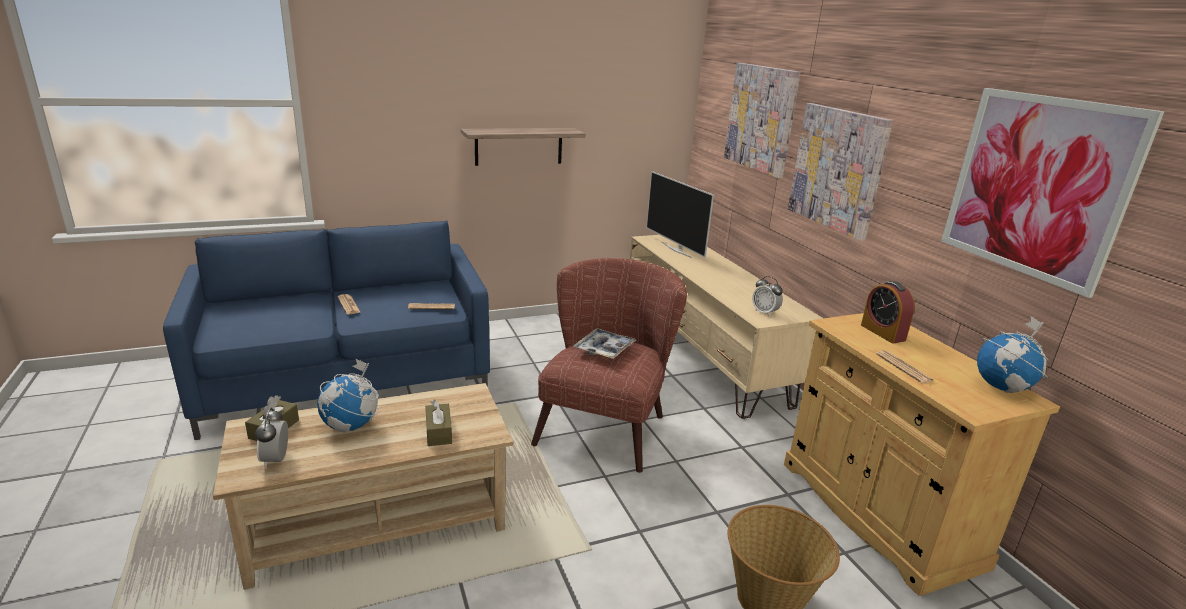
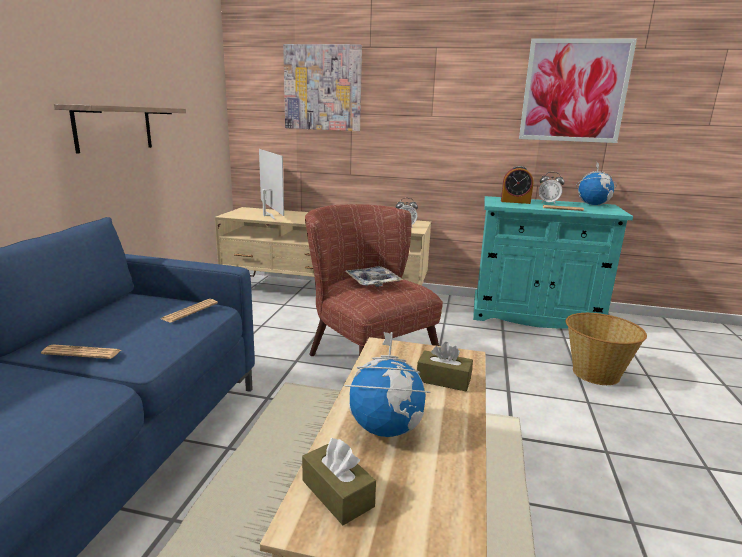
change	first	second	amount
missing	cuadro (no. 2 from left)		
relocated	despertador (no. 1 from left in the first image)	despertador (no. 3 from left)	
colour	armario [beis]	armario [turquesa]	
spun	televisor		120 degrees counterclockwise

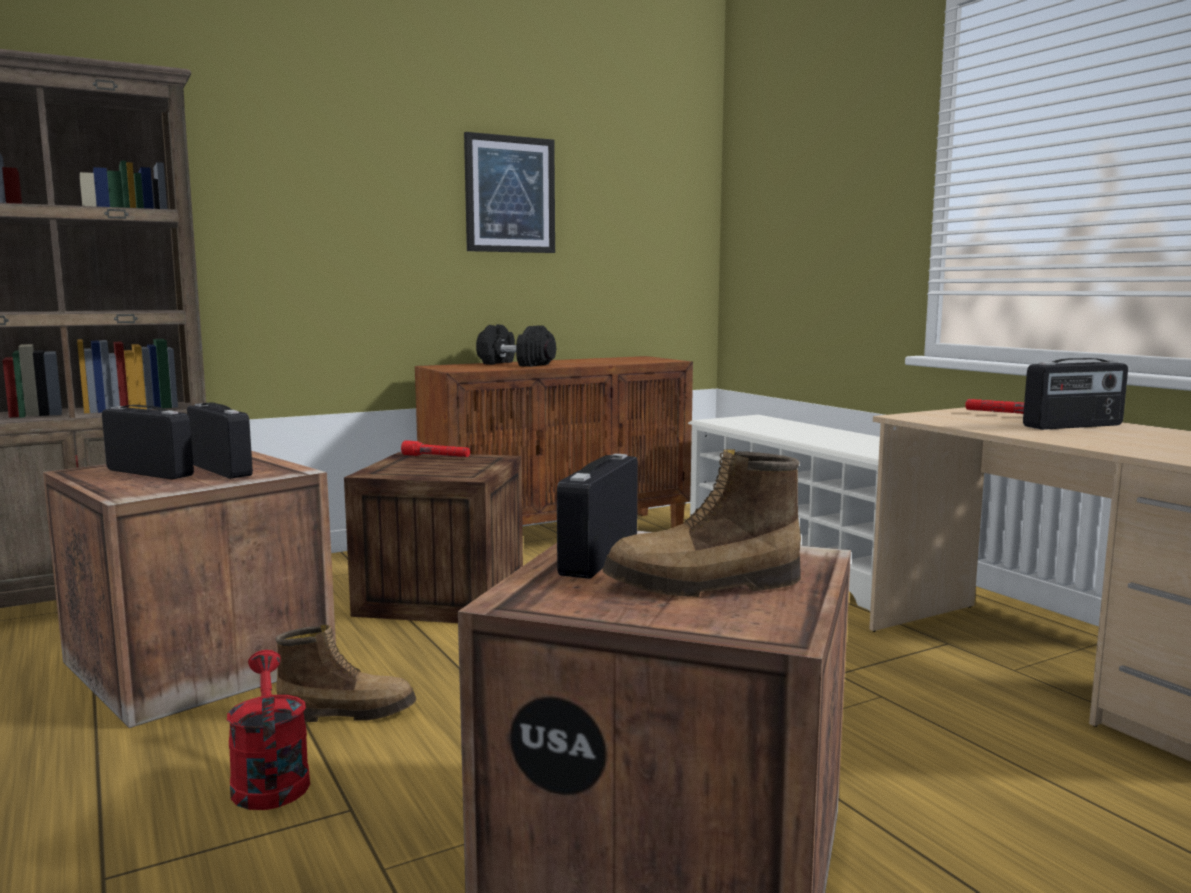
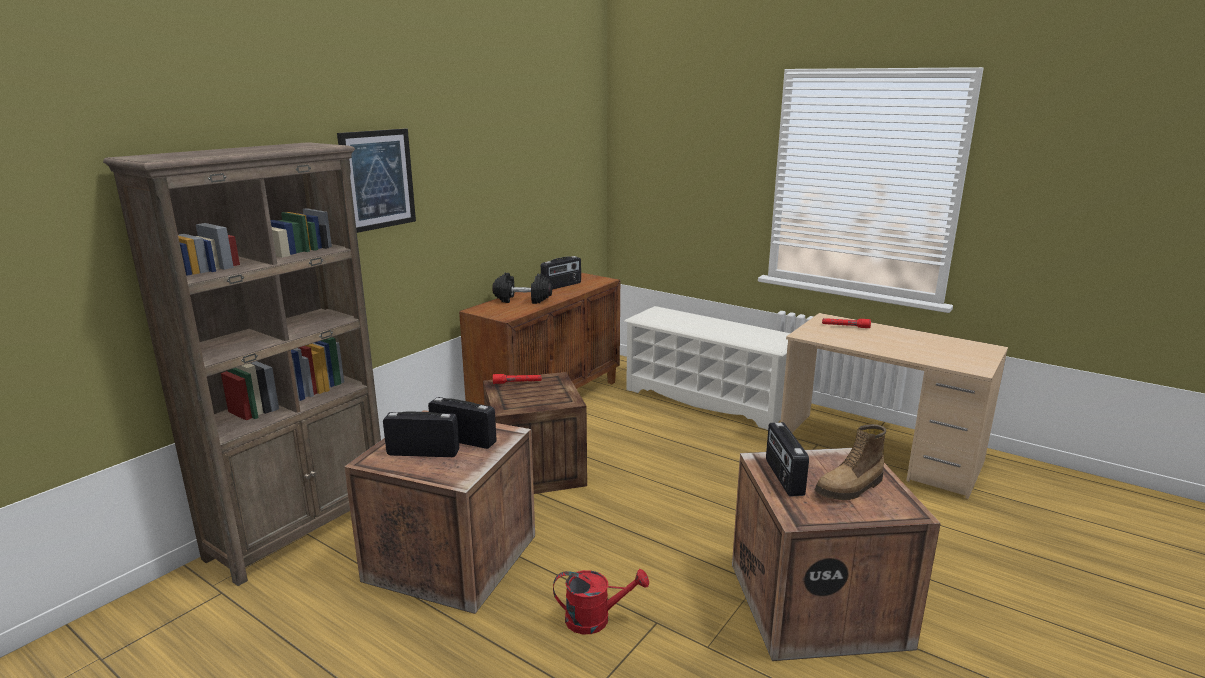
change	first	second	amount
missing	bota (no. 1 from left)		
relocated	cuadro		
relocated	radio (no. 4 from left in the first image)	radio (no. 3 from left)	
spun	regadera [rojo]		135 degrees clockwise

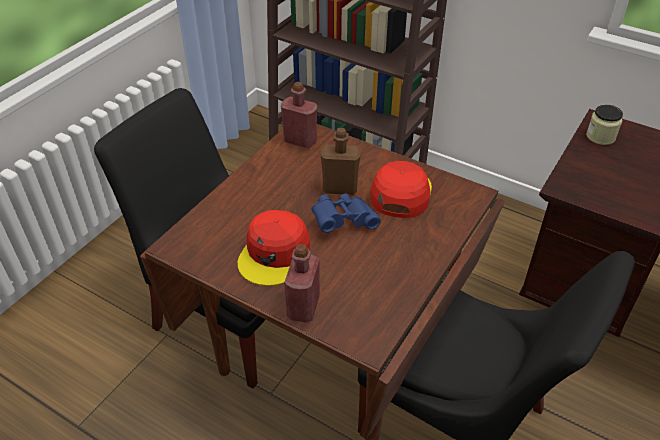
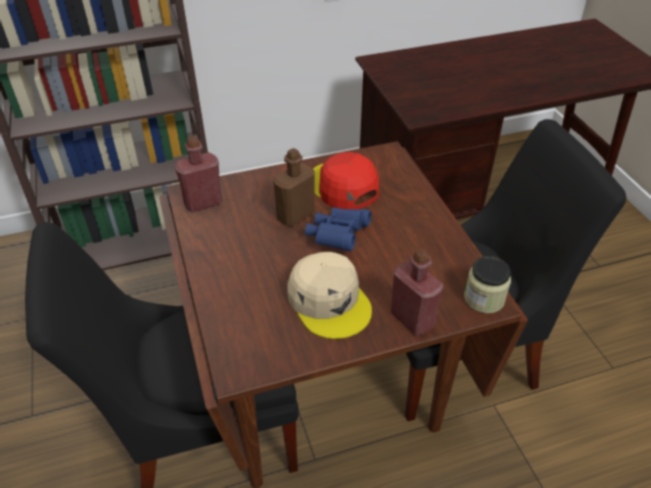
change	first	second	amount
relocated	tarro		
colour	gorra [rojo] (no. 1 from left)	gorra [beis]	

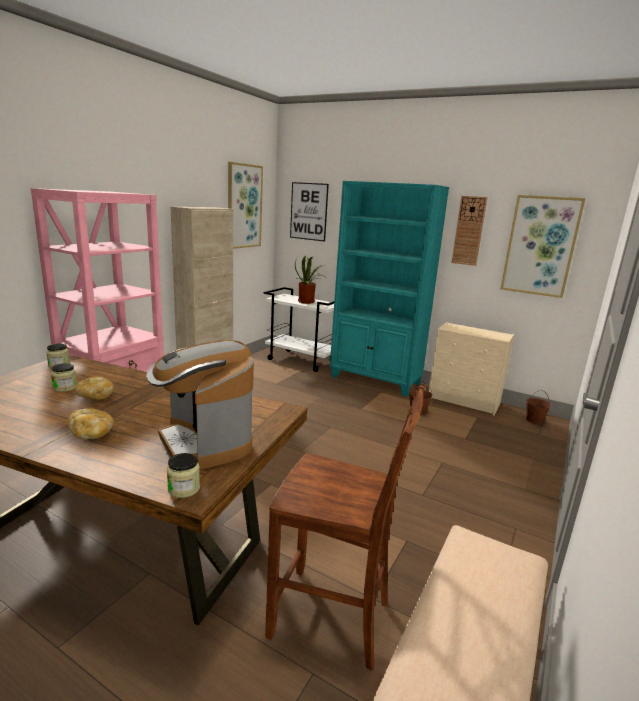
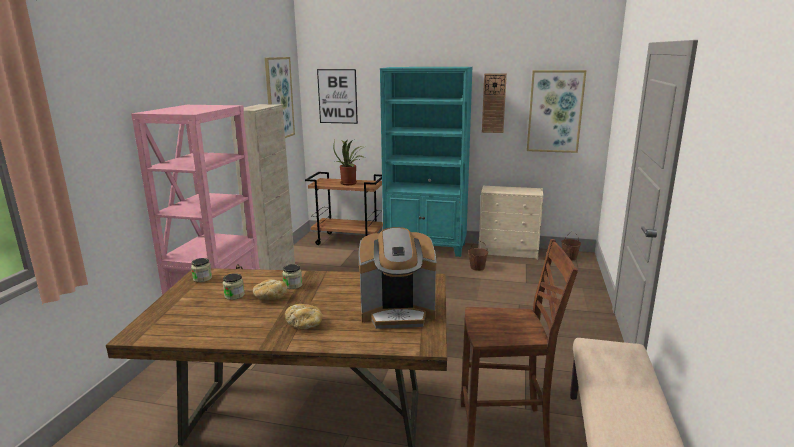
change	first	second	amount
relocated	tarro (no. 3 from left)		
colour	carrito [blanco]	carrito [marrón]	
spun	cafetera		45 degrees counterclockwise

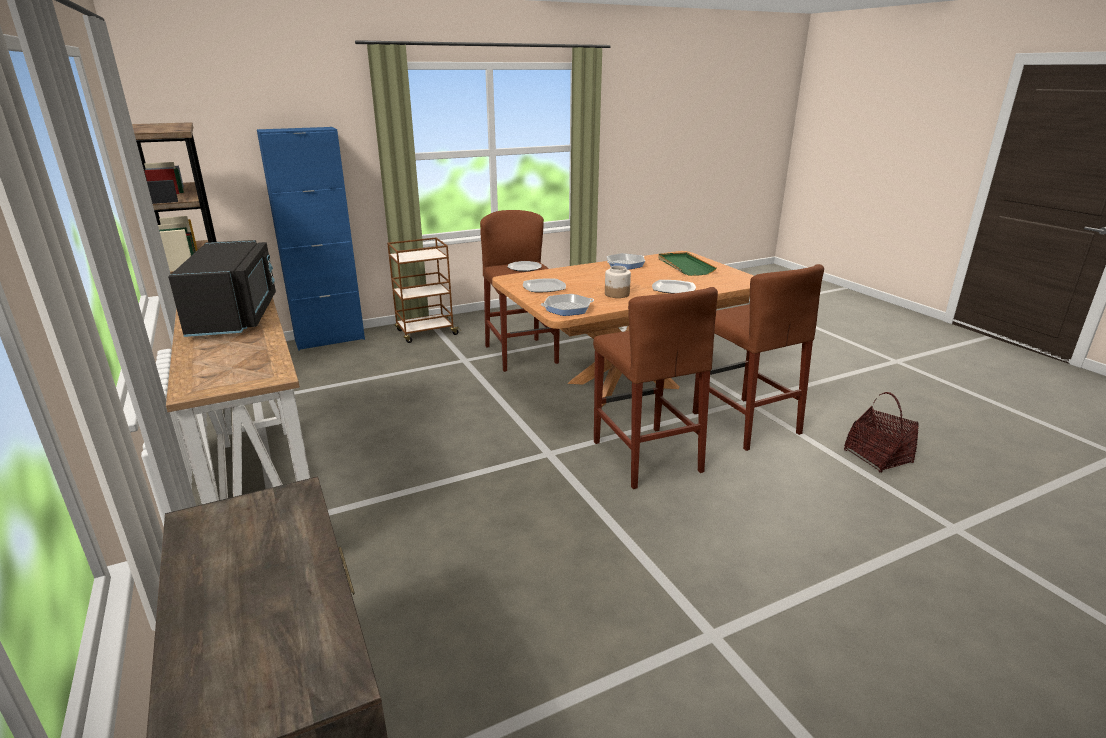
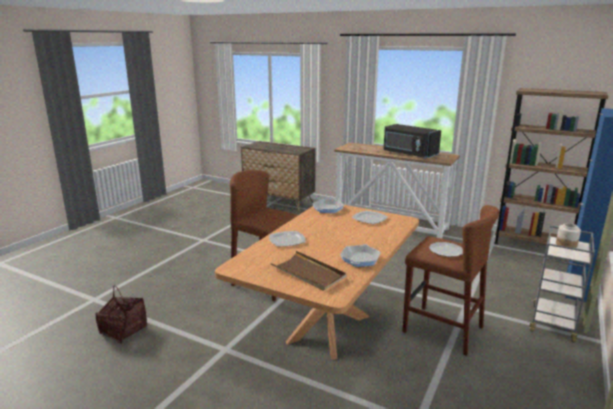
change	first	second	amount
missing	taburete [marrón] (no. 3 from left)		
relocated	tarro		
colour	carrito [marrón]	carrito [gris]	
colour	bandeja [verde]	bandeja [marrón]	

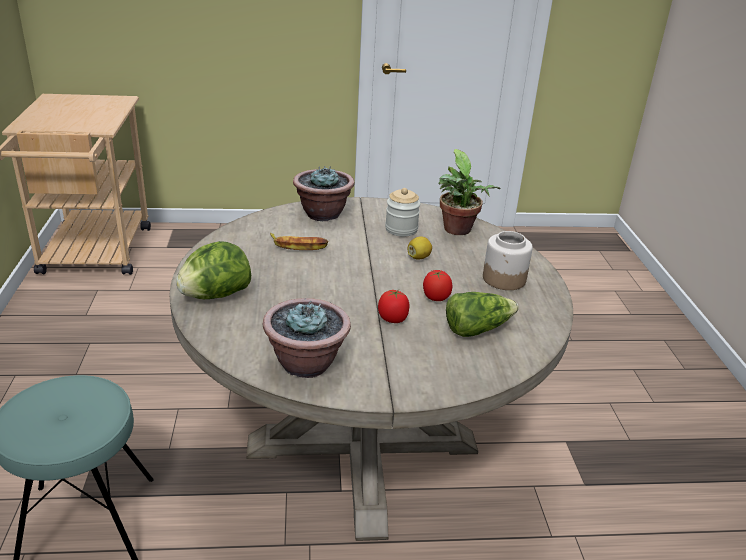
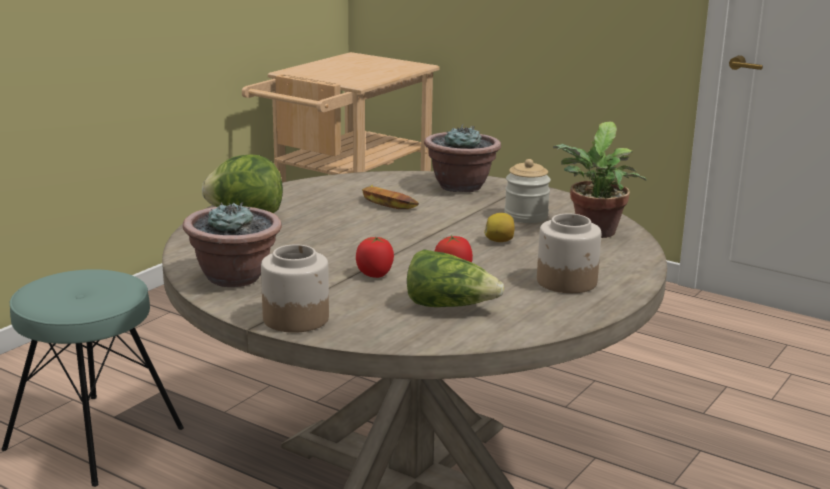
change	first	second	amount
appeared		tarro (no. 1 from left)	

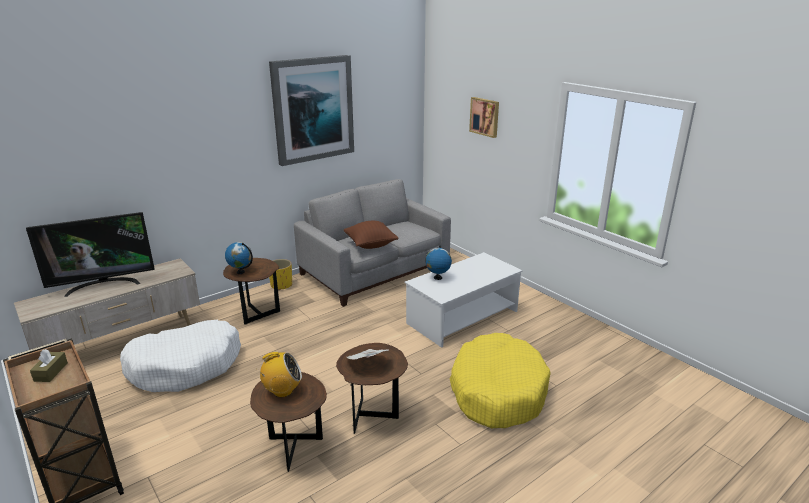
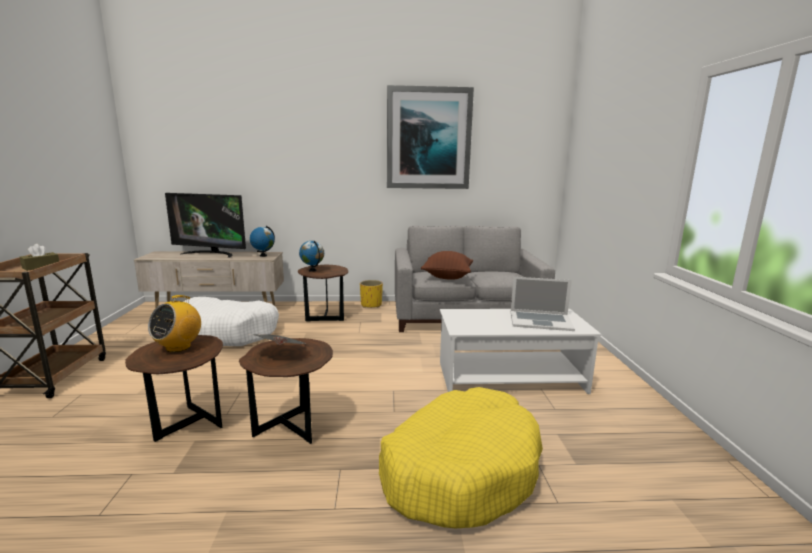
change	first	second	amount
missing	cuadro (no. 2 from left)		
appeared		portátil	
relocated	globo terráqueo (no. 2 from left in the first image)	globo terráqueo (no. 1 from left)	
spun	radio		90 degrees clockwise

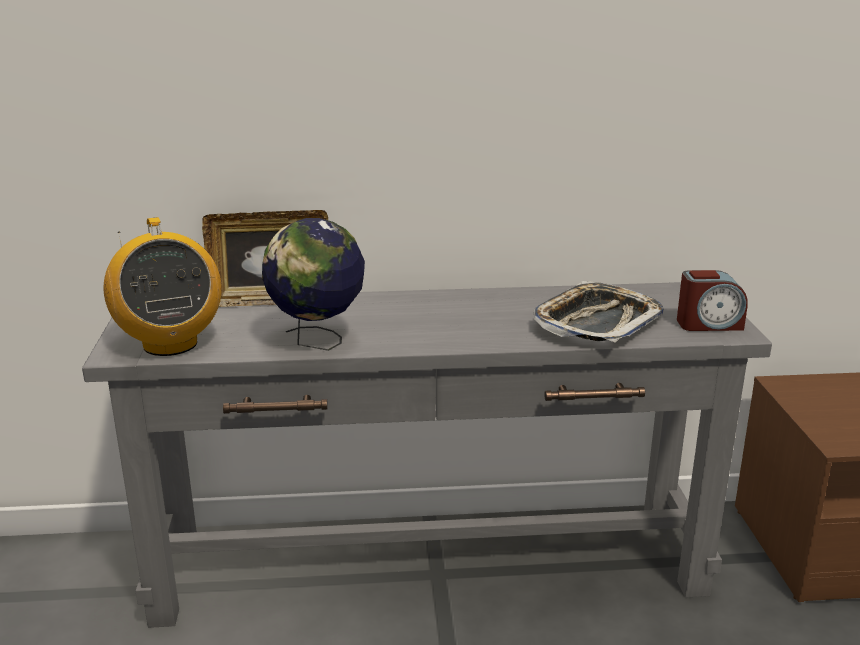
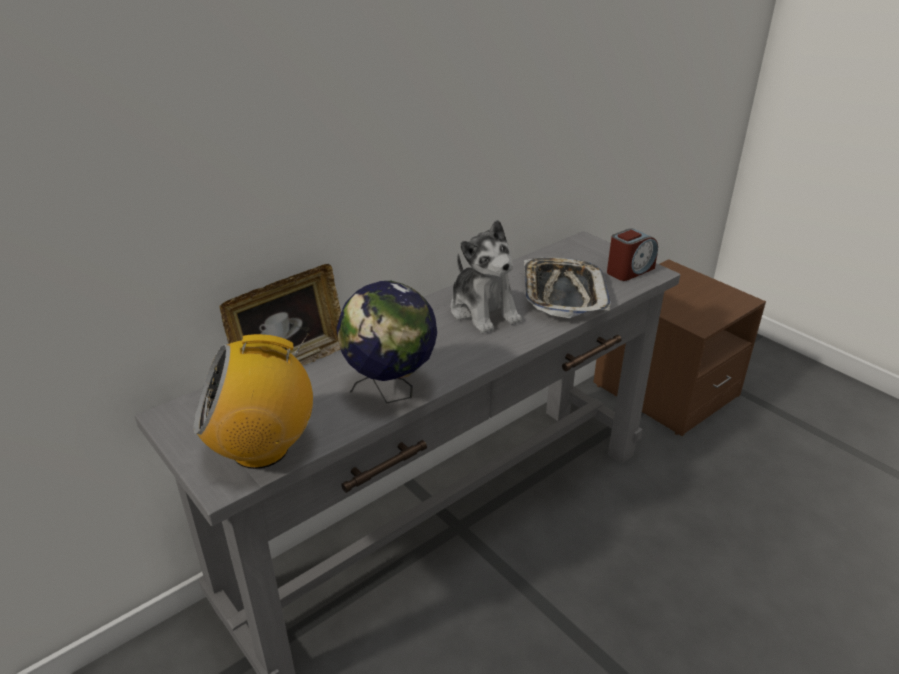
change	first	second	amount
appeared		peluche	
spun	radio		135 degrees clockwise

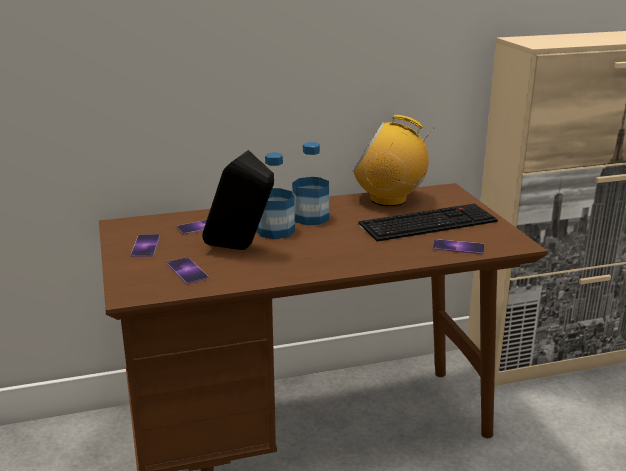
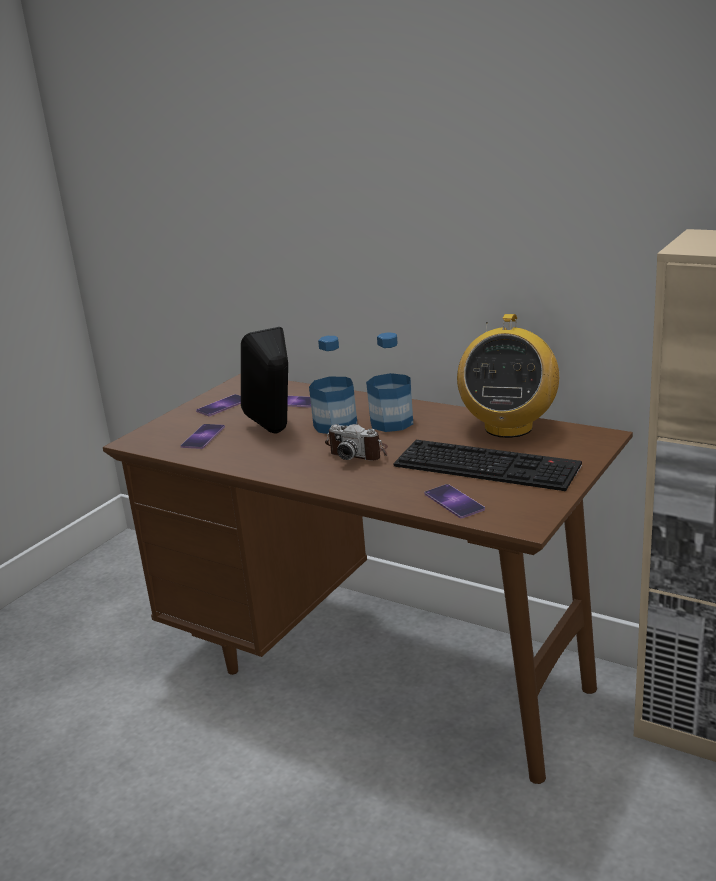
change	first	second	amount
appeared		cámara	
spun	radio		135 degrees counterclockwise

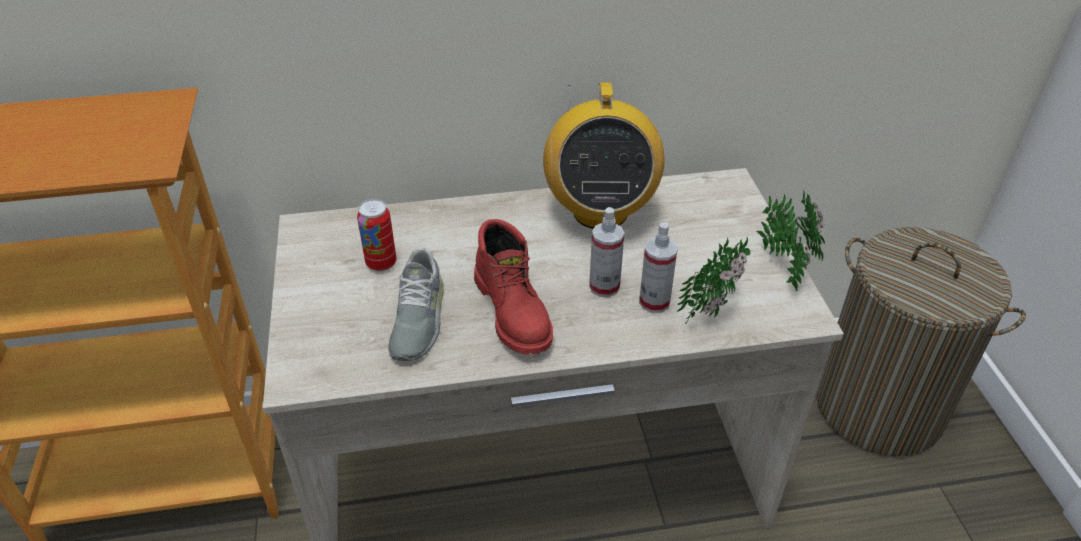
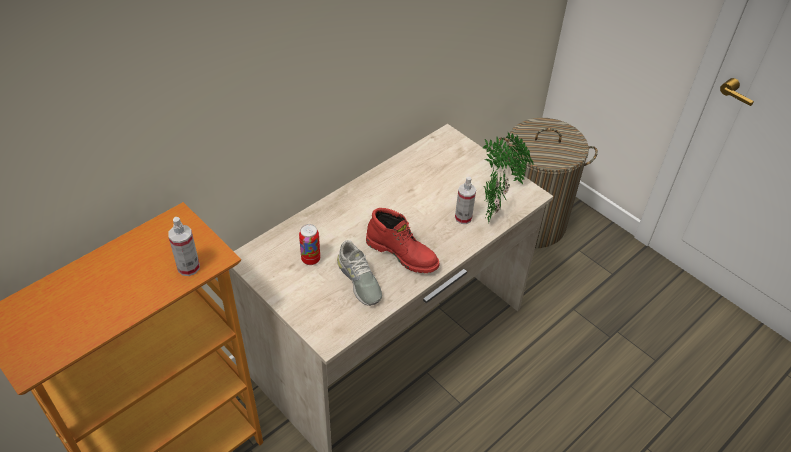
change	first	second	amount
missing	radio		
relocated	pulverizador (no. 1 from left)		

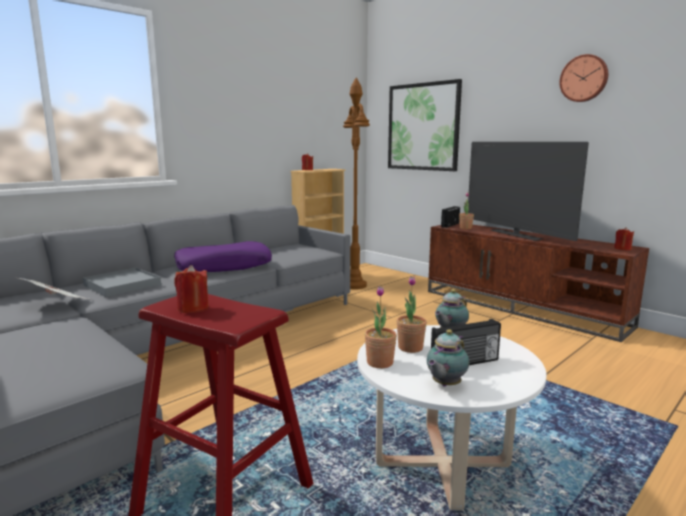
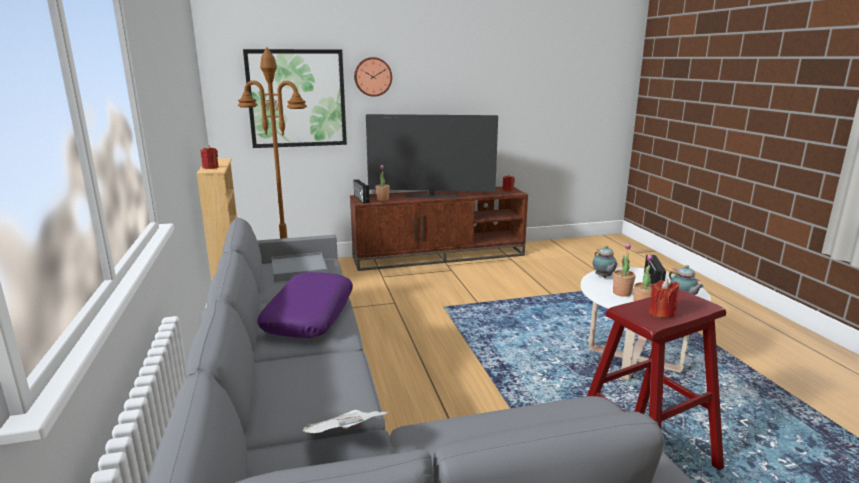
change	first	second	amount
relocated	bandeja [gris]		
relocated	reloj de pared		

